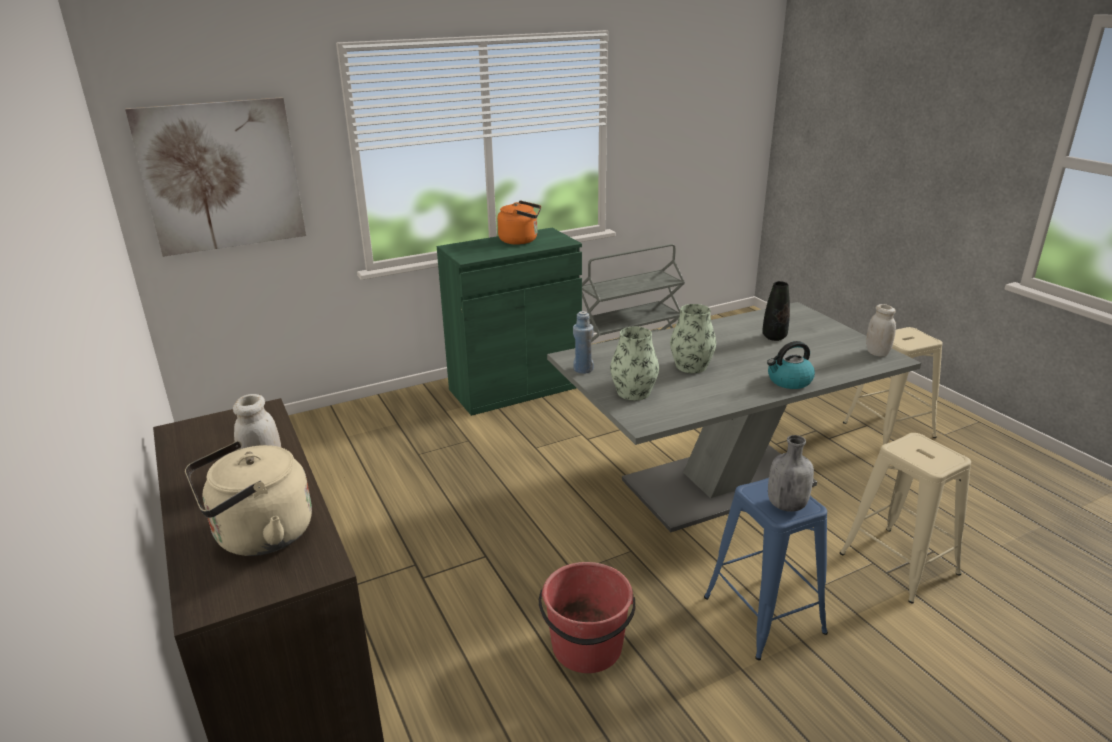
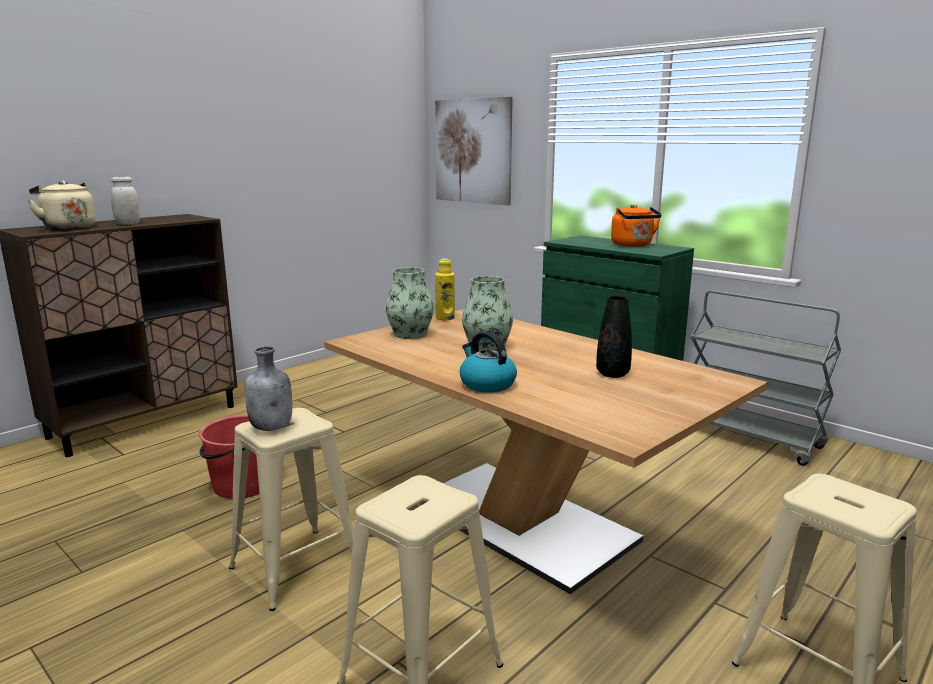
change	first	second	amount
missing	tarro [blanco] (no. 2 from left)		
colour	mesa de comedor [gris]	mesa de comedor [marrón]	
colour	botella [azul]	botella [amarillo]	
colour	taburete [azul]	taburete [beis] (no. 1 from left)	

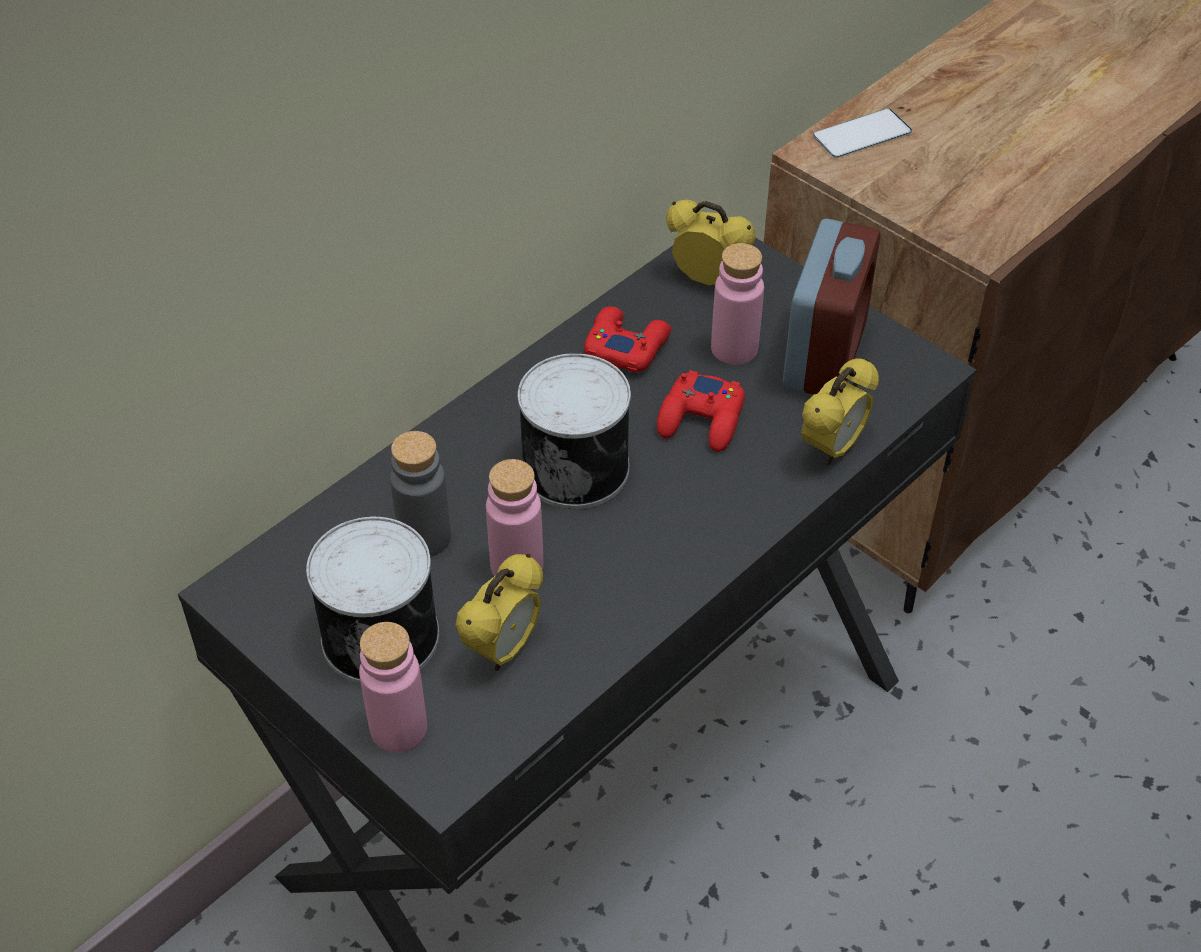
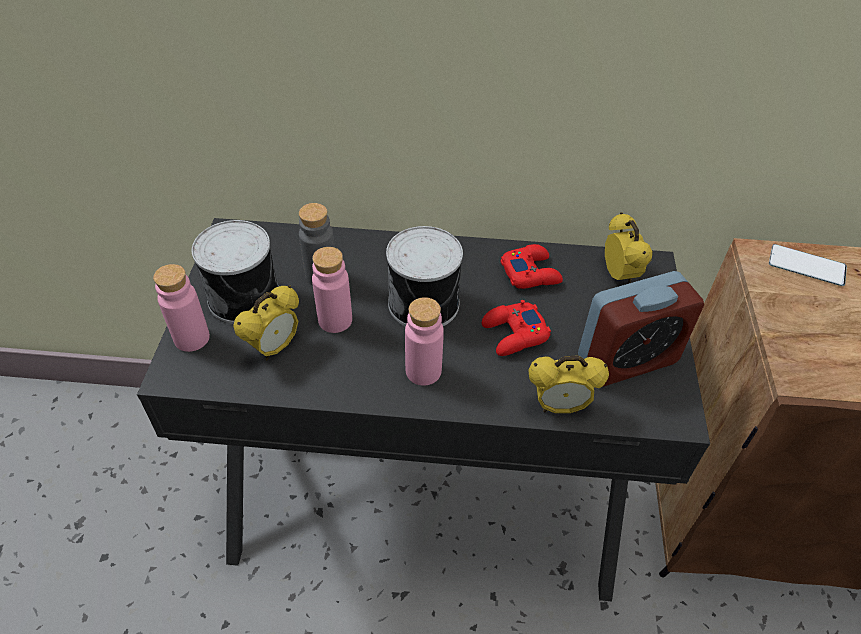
change	first	second	amount
relocated	botella [rosa] (no. 3 from left)		
spun	despertador (no. 1 from left)		45 degrees counterclockwise

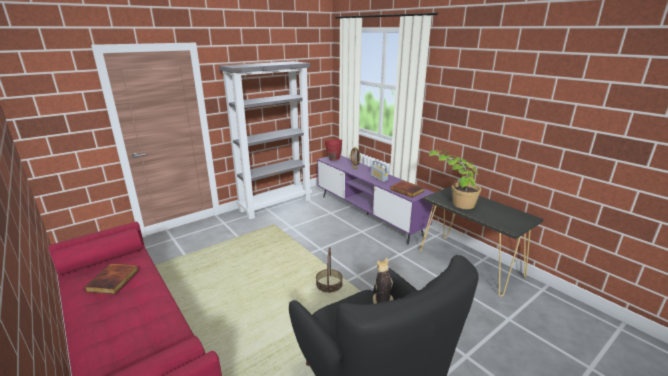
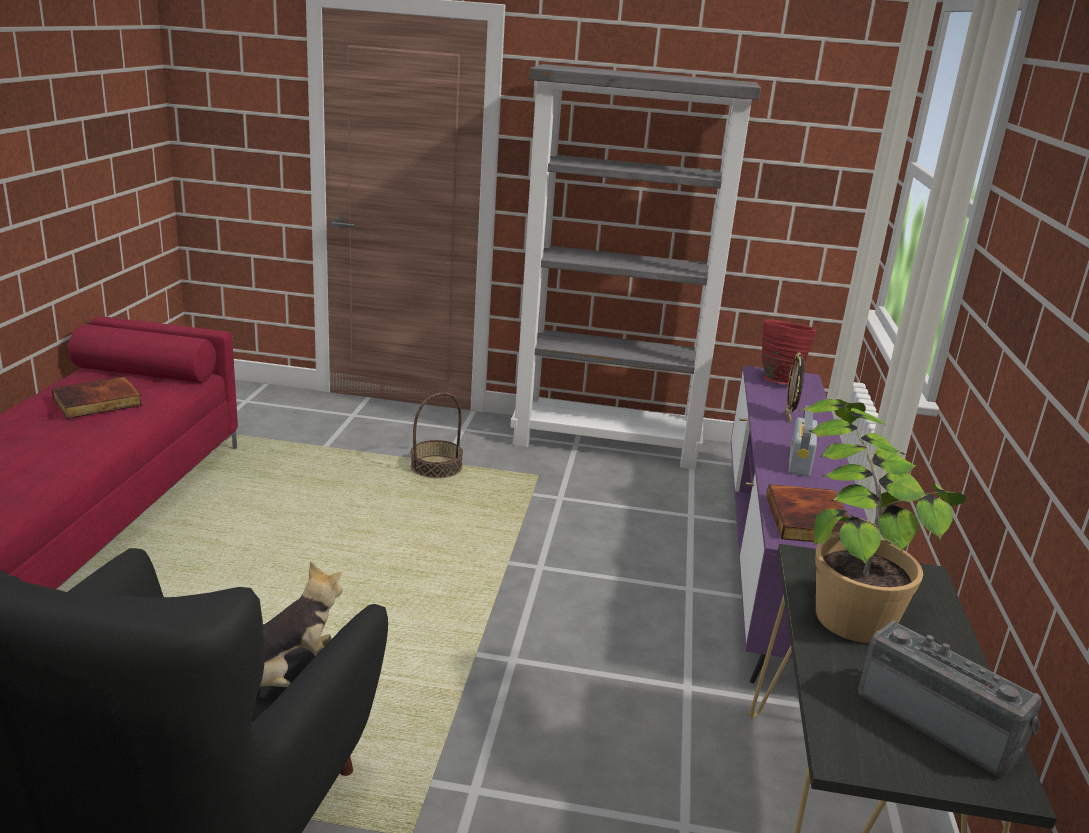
change	first	second	amount
appeared		radio (no. 2 from left)	
relocated	cesta		

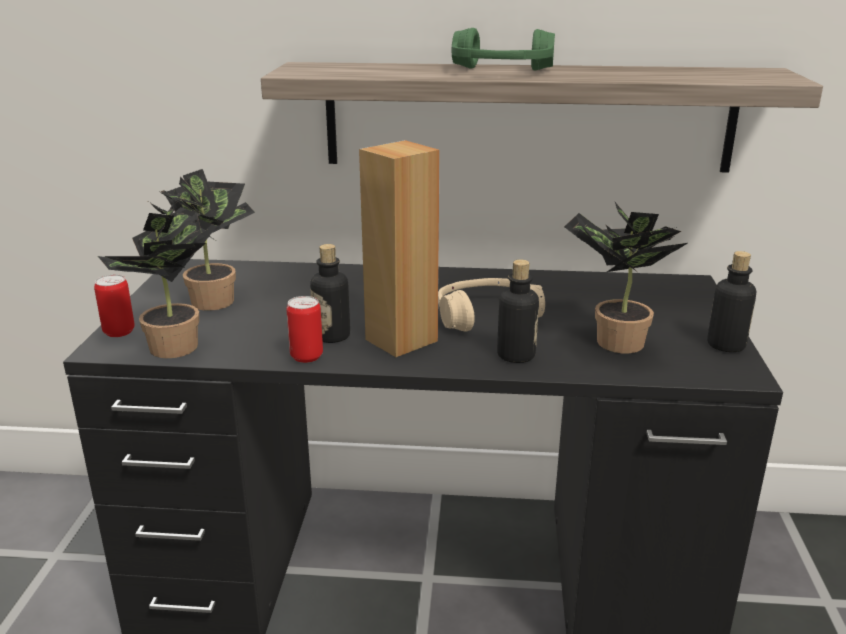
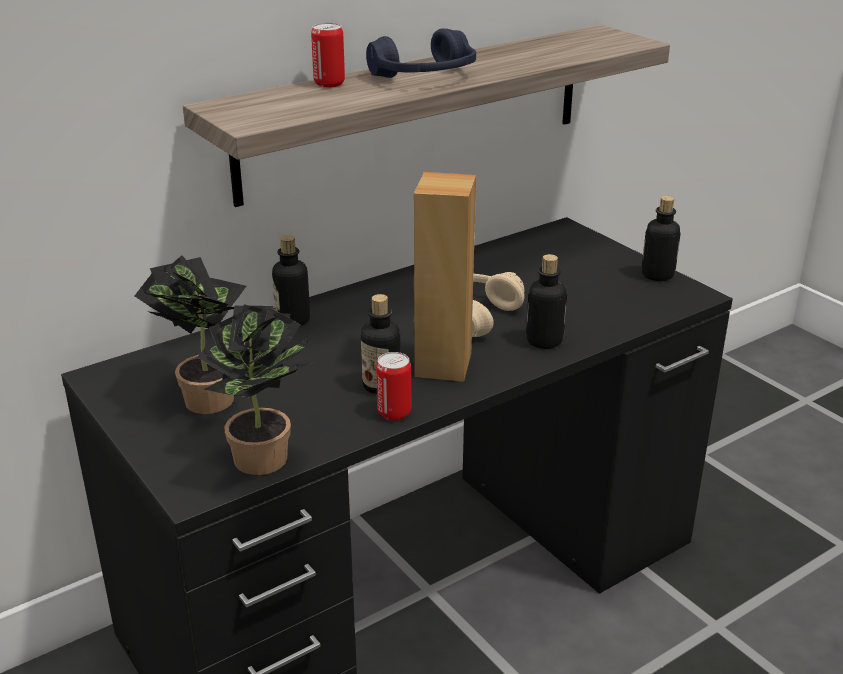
change	first	second	amount
missing	planta en maceta (no. 3 from left)		
appeared		botella (no. 1 from left)	
relocated	lata (no. 1 from left)		
colour	auriculares [verde]	auriculares [azul]	

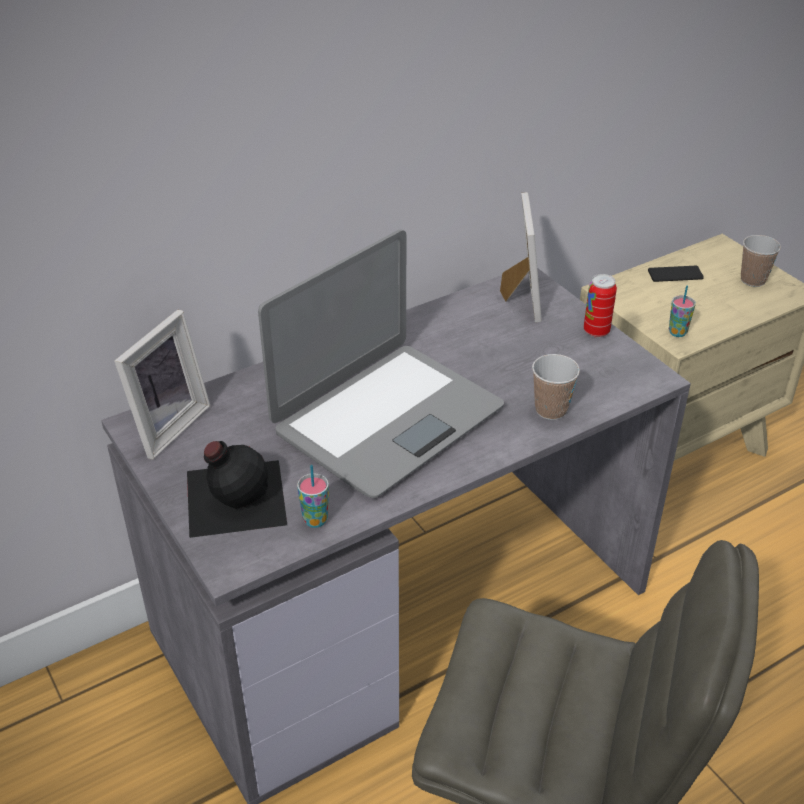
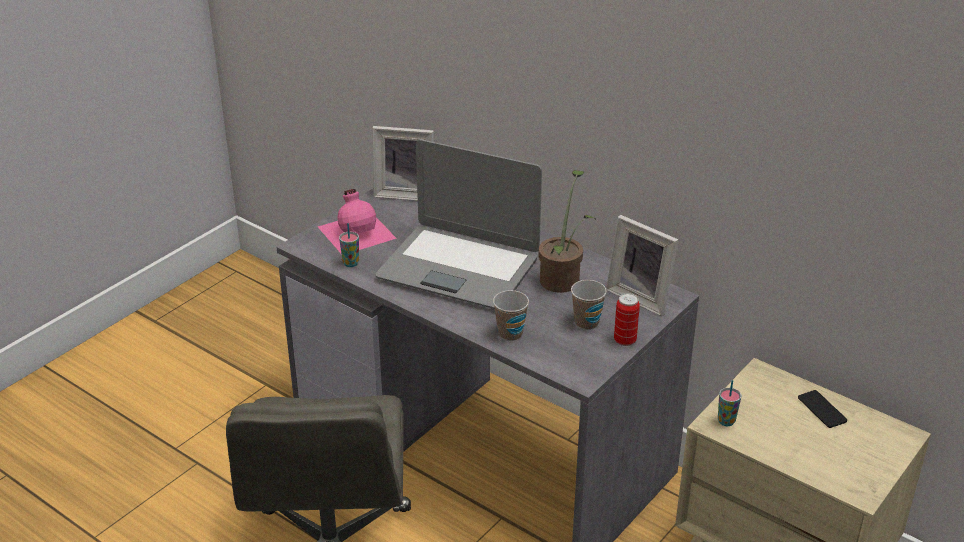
change	first	second	amount
appeared		planta en maceta	
relocated	taza (no. 4 from left in the first image)	taza (no. 3 from left)	
colour	botella [negro]	botella [rosa]	
spun	portarretratos (no. 2 from left)		60 degrees clockwise

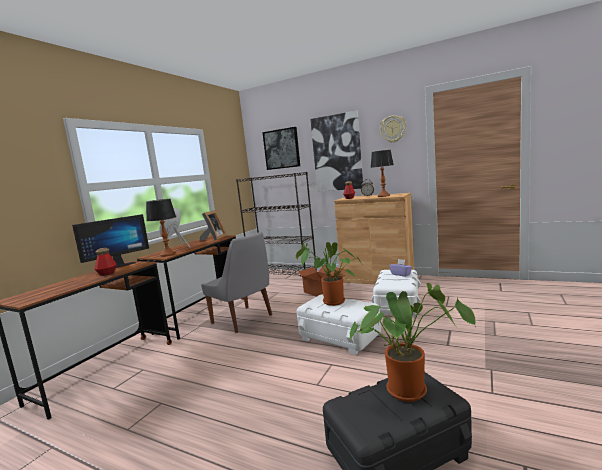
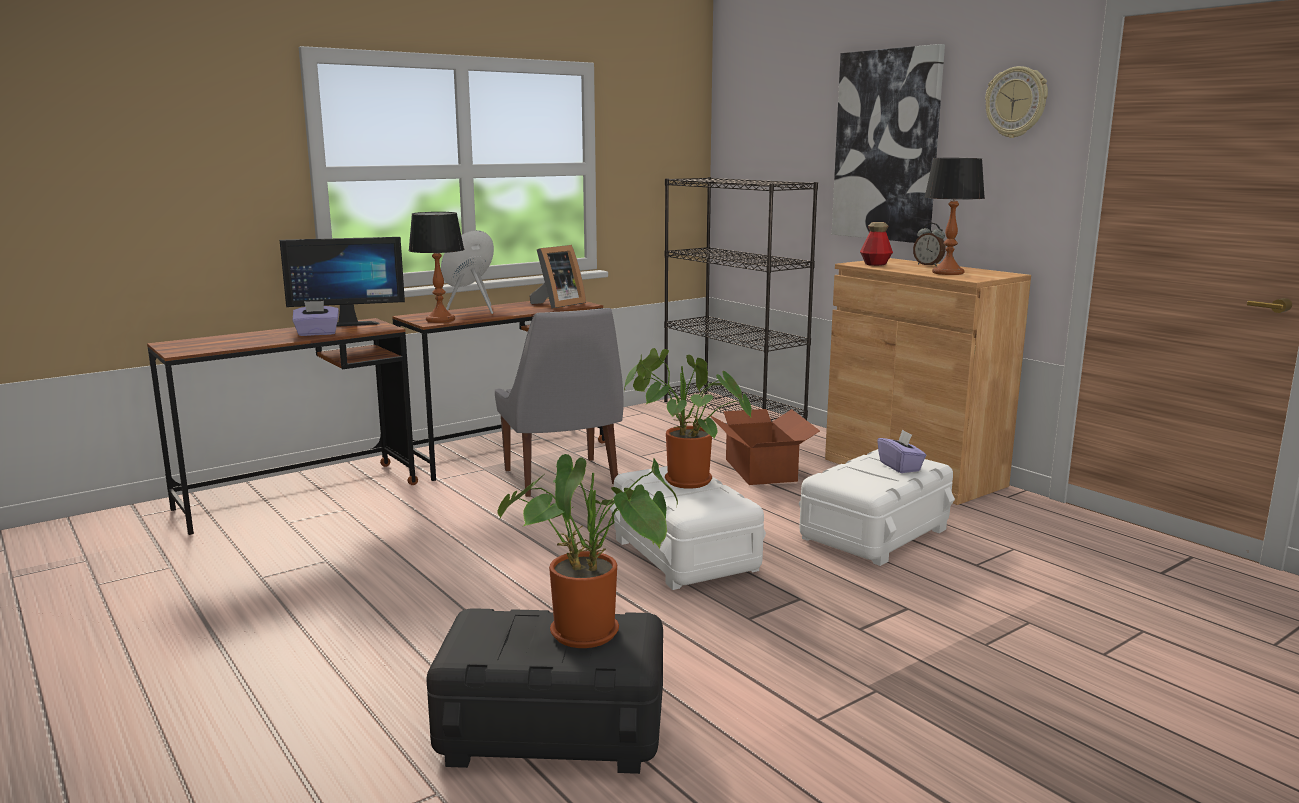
change	first	second	amount
missing	cuadro (no. 1 from left)		
exchanged	botella (no. 1 from left)	caja de pañuelos [morado] (no. 1 from left)	

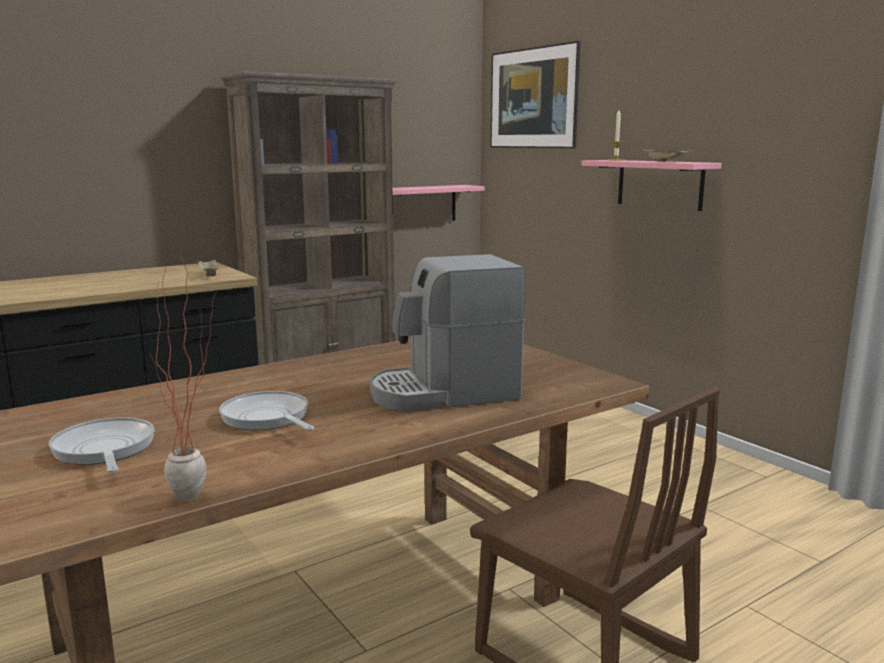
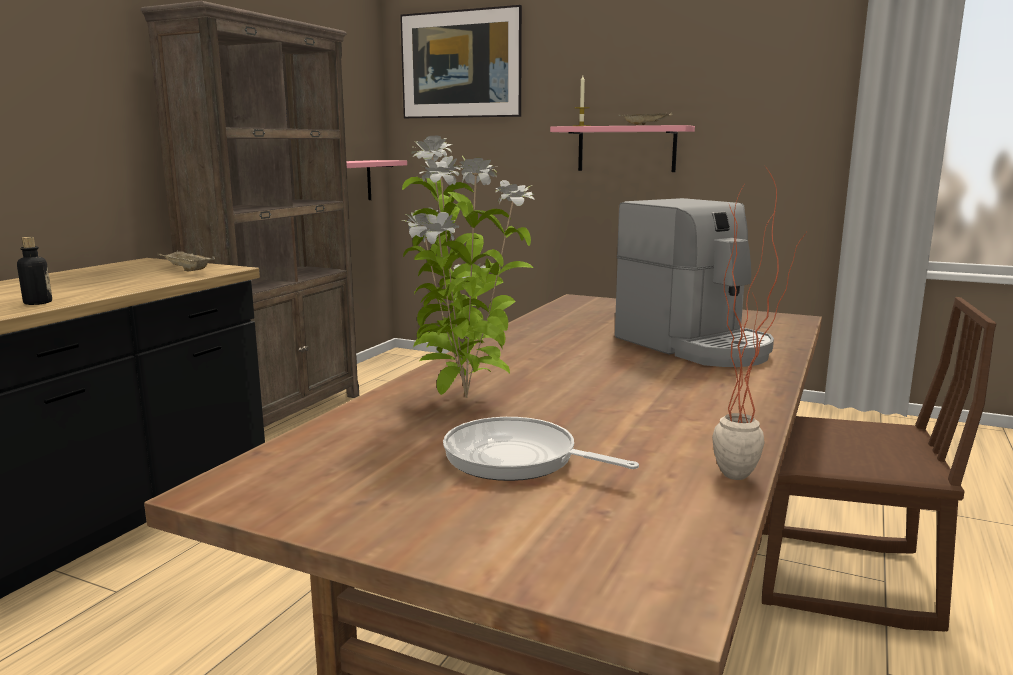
change	first	second	amount
missing	sartén (no. 2 from left)		
appeared		botella	
appeared		planta en maceta (no. 1 from left)	
spun	cafetera		75 degrees counterclockwise

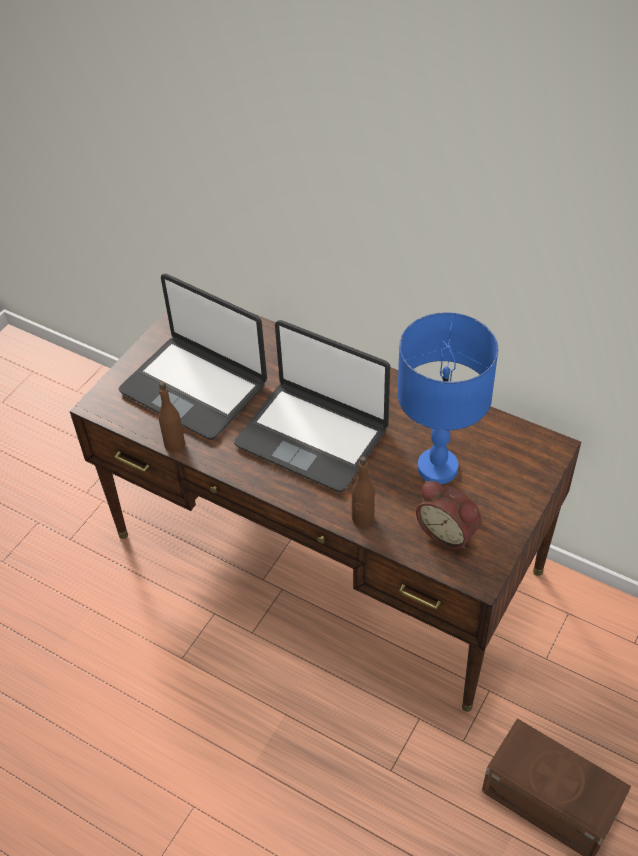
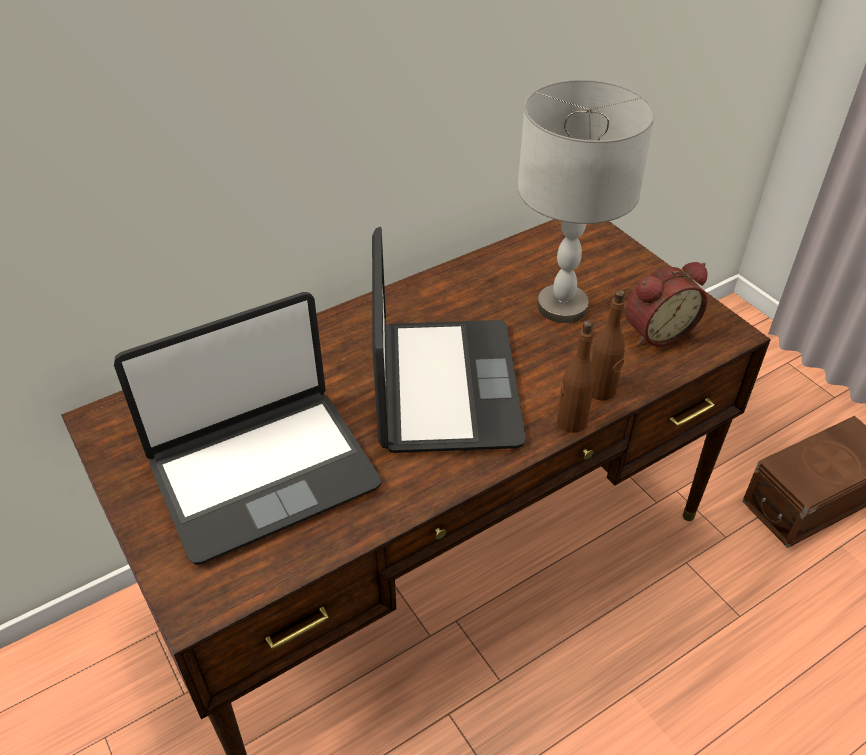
change	first	second	amount
relocated	botella [marrón] (no. 1 from left)		
colour	lámpara de mesa [azul]	lámpara de mesa [gris]	
spun	portátil (no. 2 from left)		60 degrees counterclockwise

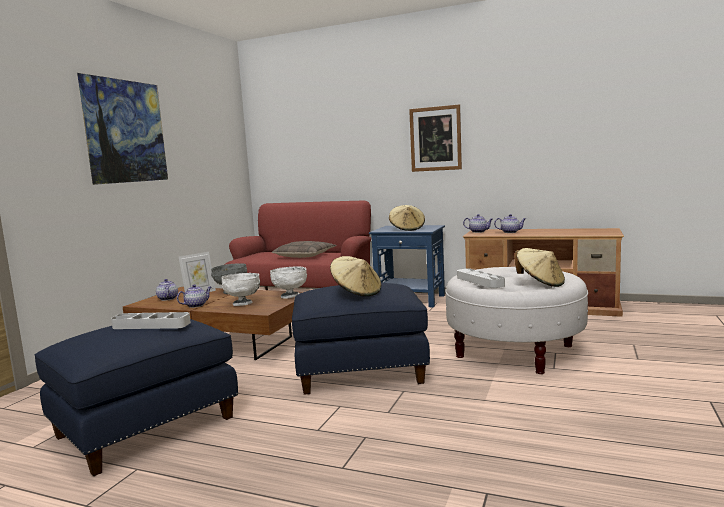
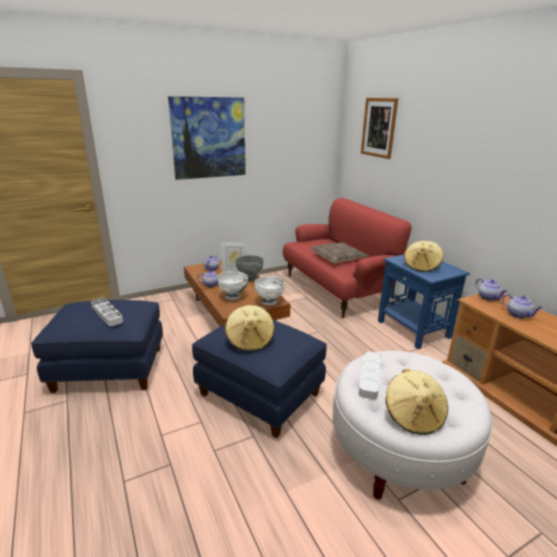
change	first	second	amount
relocated	cuadro (no. 2 from left)		

